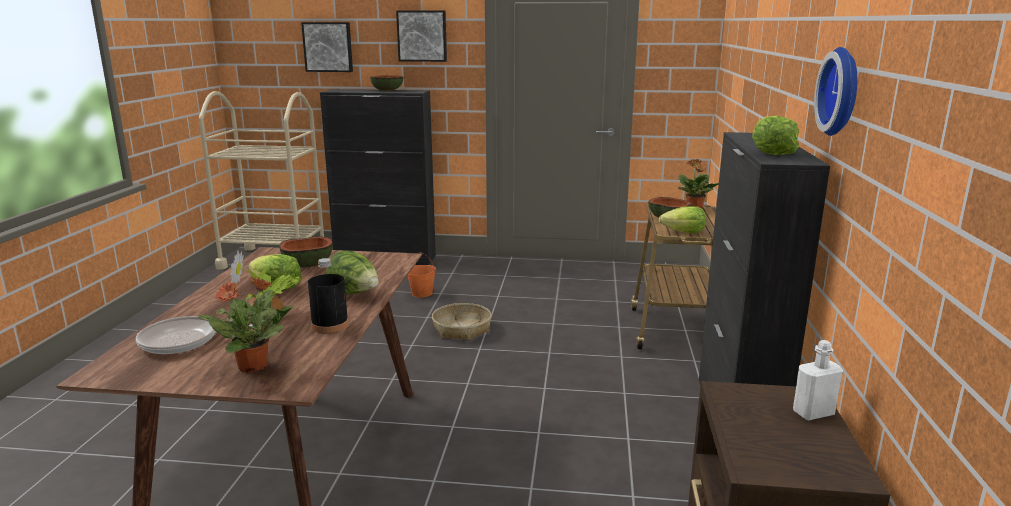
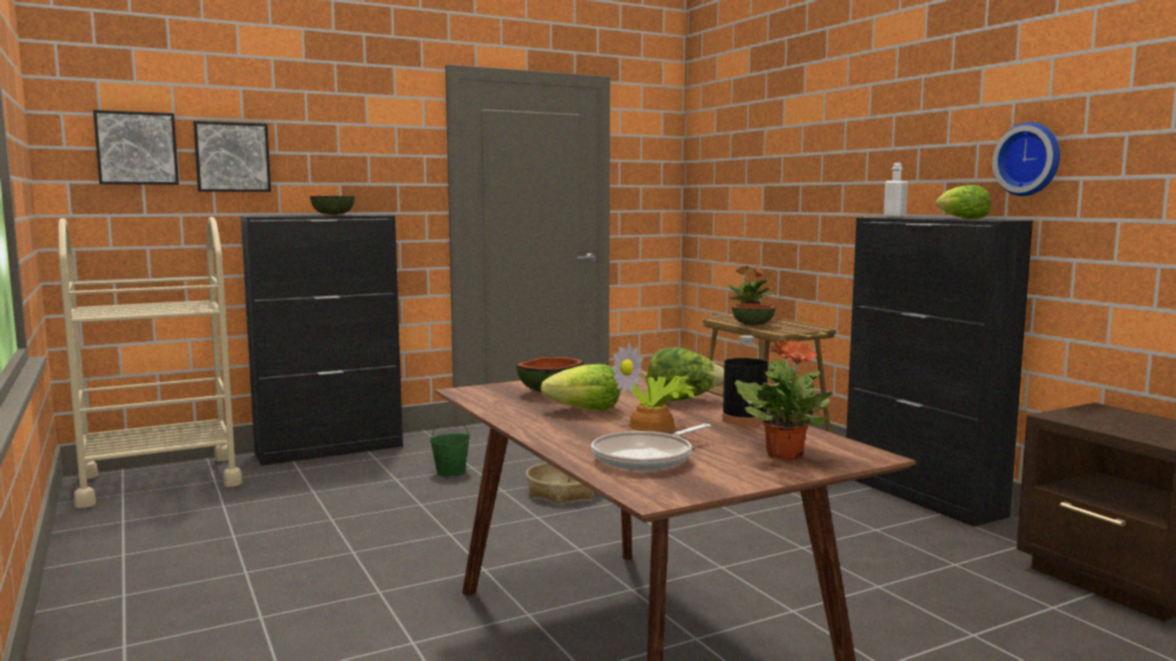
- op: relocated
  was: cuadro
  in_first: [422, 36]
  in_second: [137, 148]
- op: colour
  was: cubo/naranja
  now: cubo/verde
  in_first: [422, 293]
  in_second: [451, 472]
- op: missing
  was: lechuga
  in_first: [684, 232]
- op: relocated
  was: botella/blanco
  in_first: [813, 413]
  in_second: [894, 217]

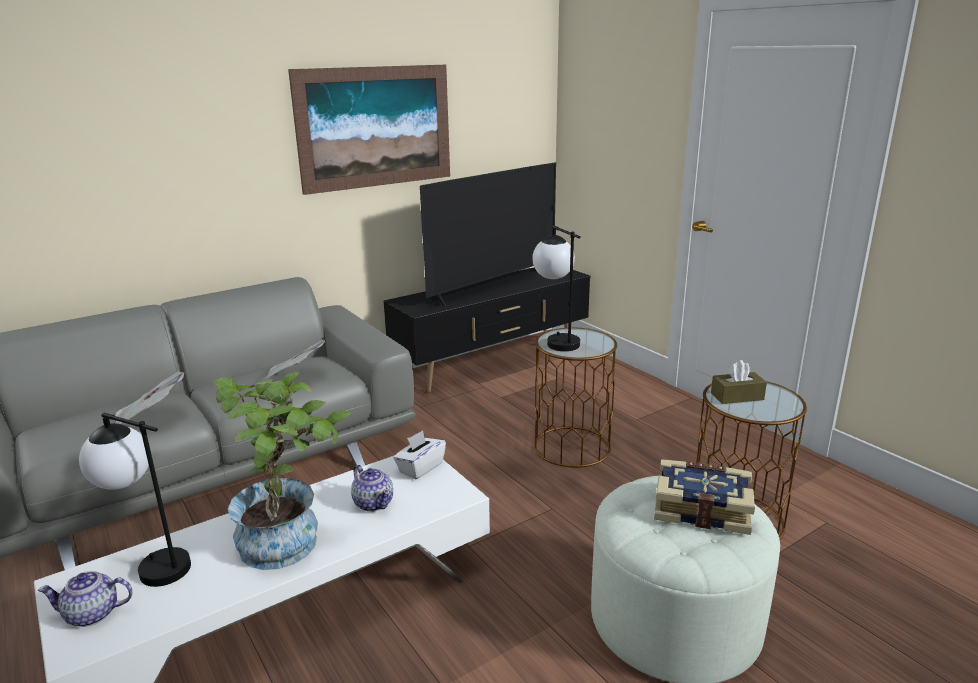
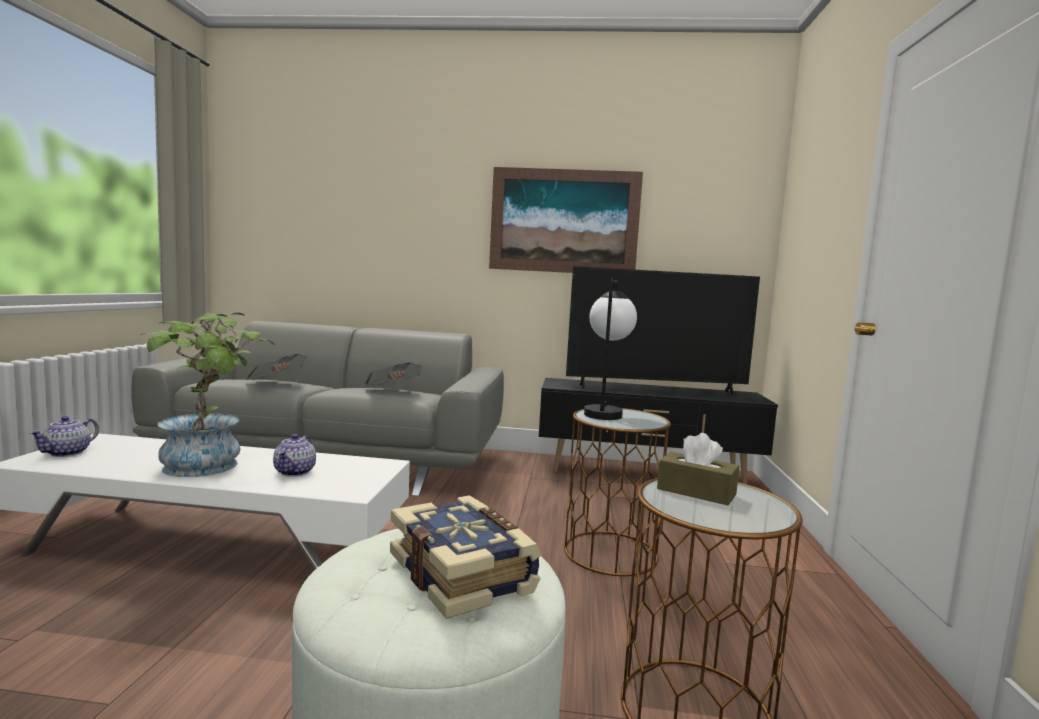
- op: spun
  was: tetera
  in_first: [93, 614]
  in_second: [67, 453]
  clockwise: -105
- op: missing
  was: lámpara de mesa
  in_first: [150, 564]
- op: missing
  was: caja de pañuelos/blanco
  in_first: [420, 468]

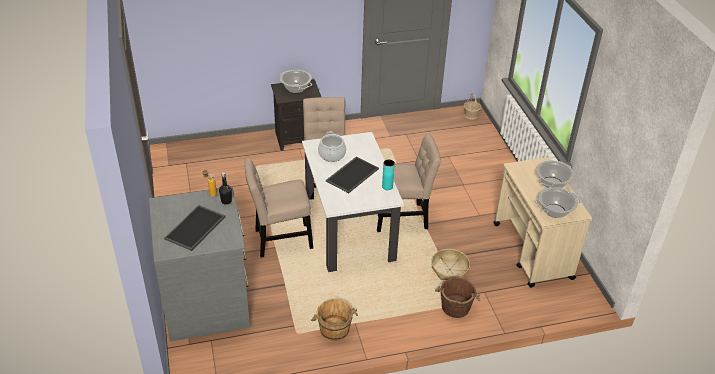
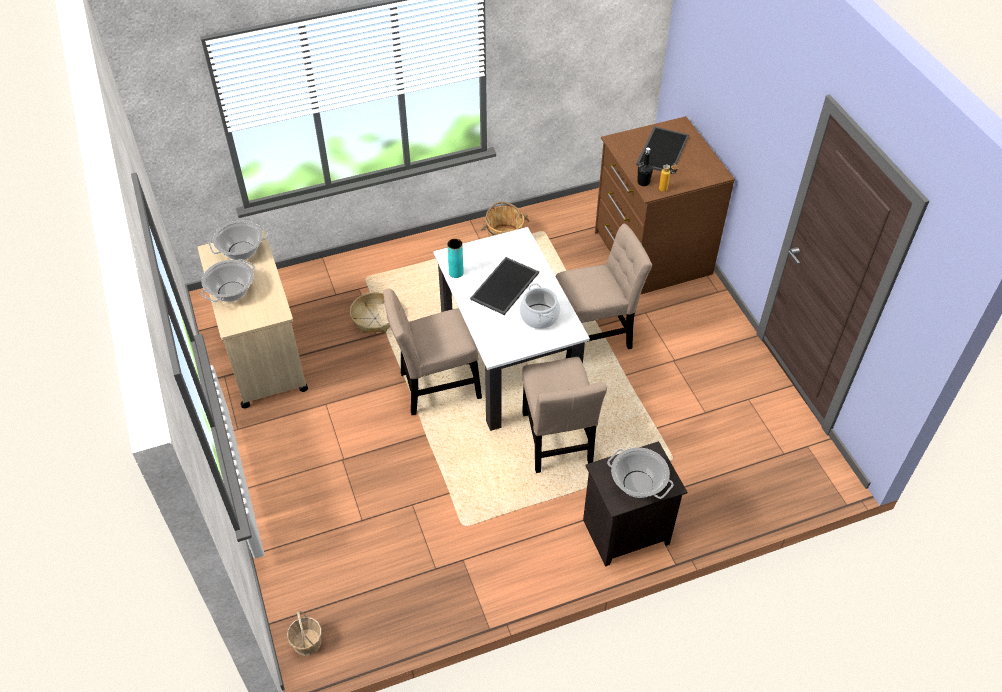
- op: colour
  was: cómoda/gris
  now: cómoda/marrón
  in_first: [207, 302]
  in_second: [650, 253]
- op: missing
  was: cubo/marrón
  in_first: [455, 307]

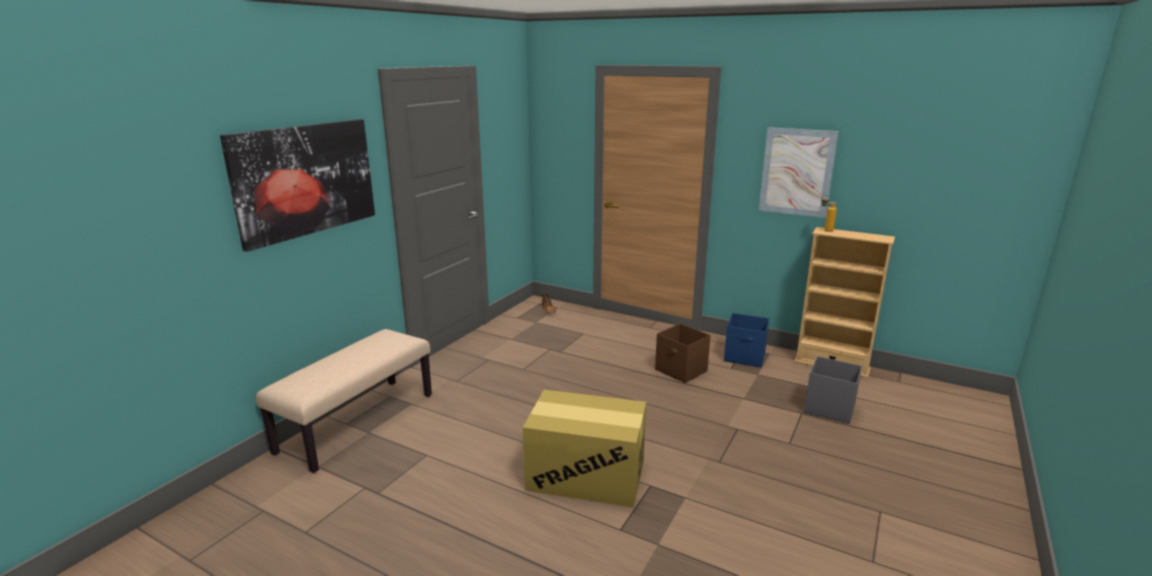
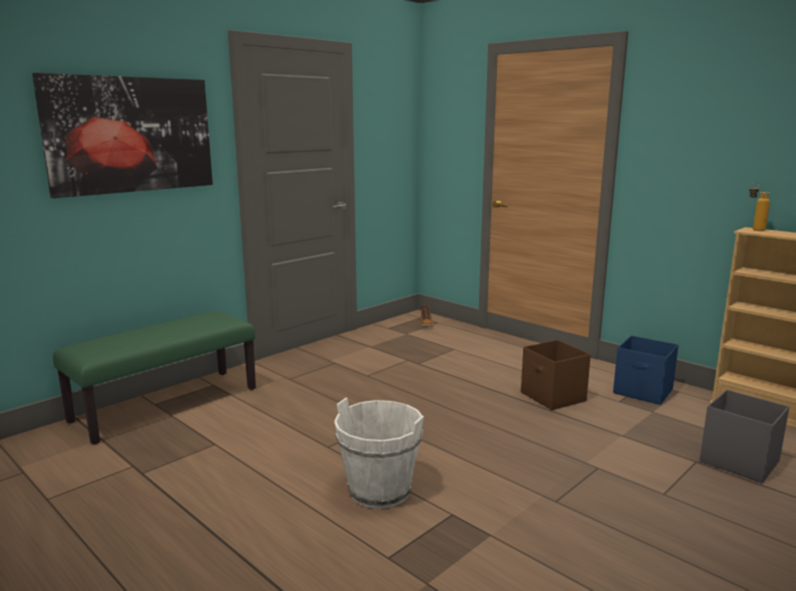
- op: colour
  was: banco/beis
  now: banco/verde
  in_first: [357, 422]
  in_second: [166, 404]
- op: exchanged
  was: caja de cartón
  now: cubo/blanco
  in_first: [586, 475]
  in_second: [379, 491]
- op: missing
  was: cuadro
  in_first: [796, 172]

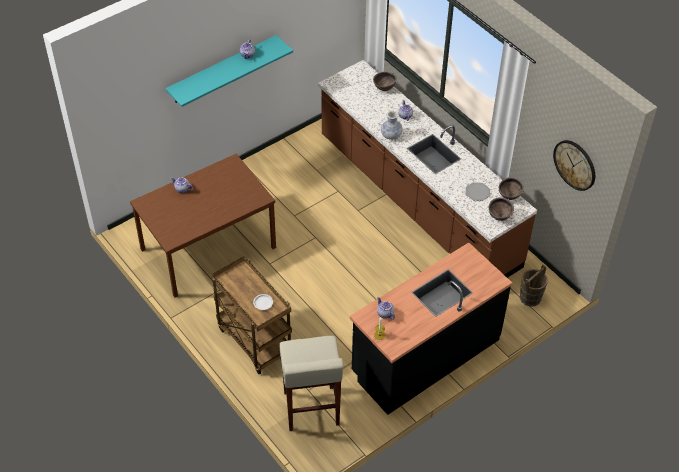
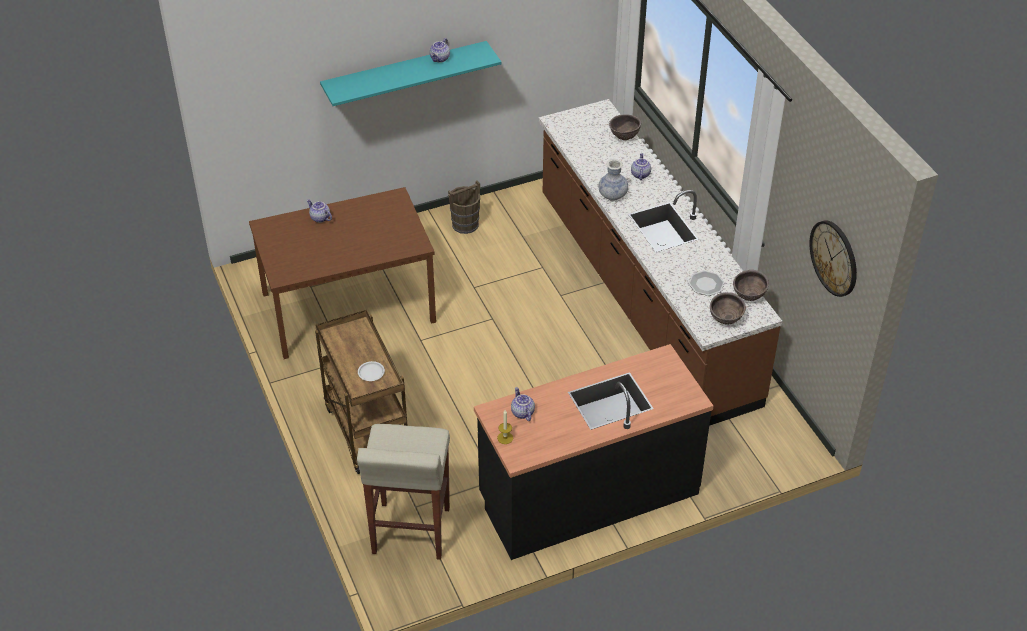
- op: relocated
  was: cubo/marrón
  in_first: [530, 297]
  in_second: [465, 224]

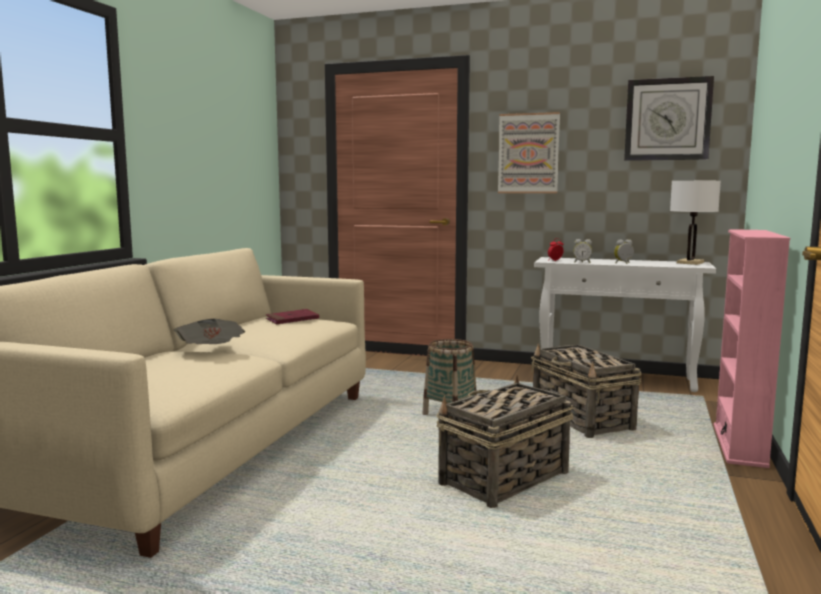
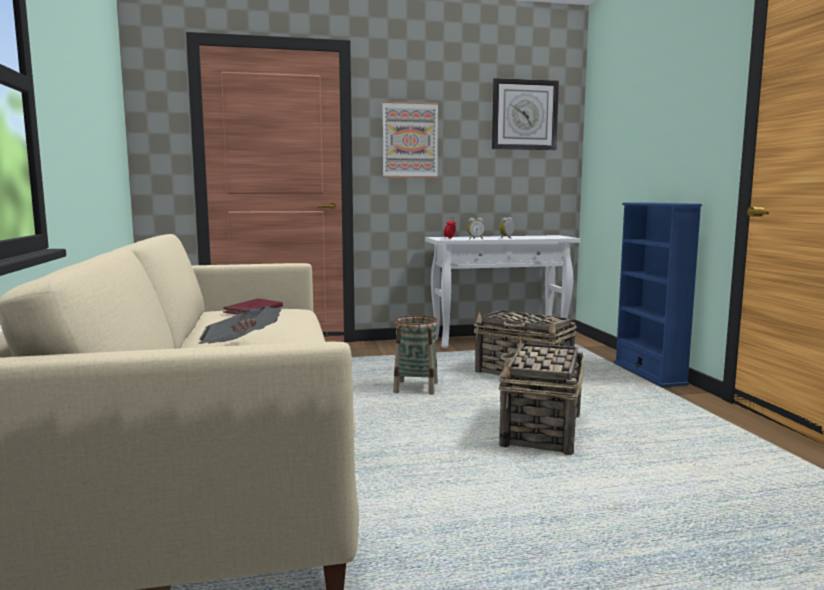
- op: missing
  was: lámpara de mesa/blanco
  in_first: [690, 263]
- op: colour
  was: estantería/rosa
  now: estantería/azul
  in_first: [739, 445]
  in_second: [649, 373]

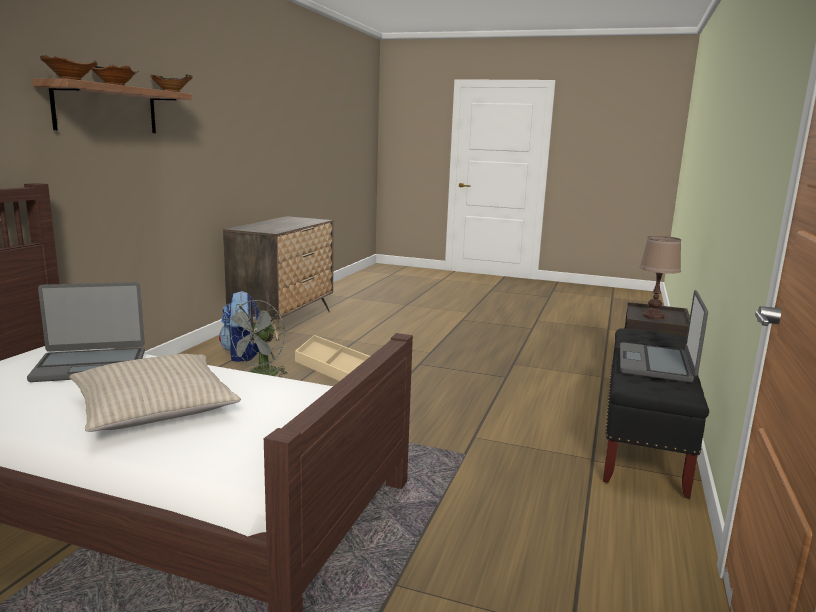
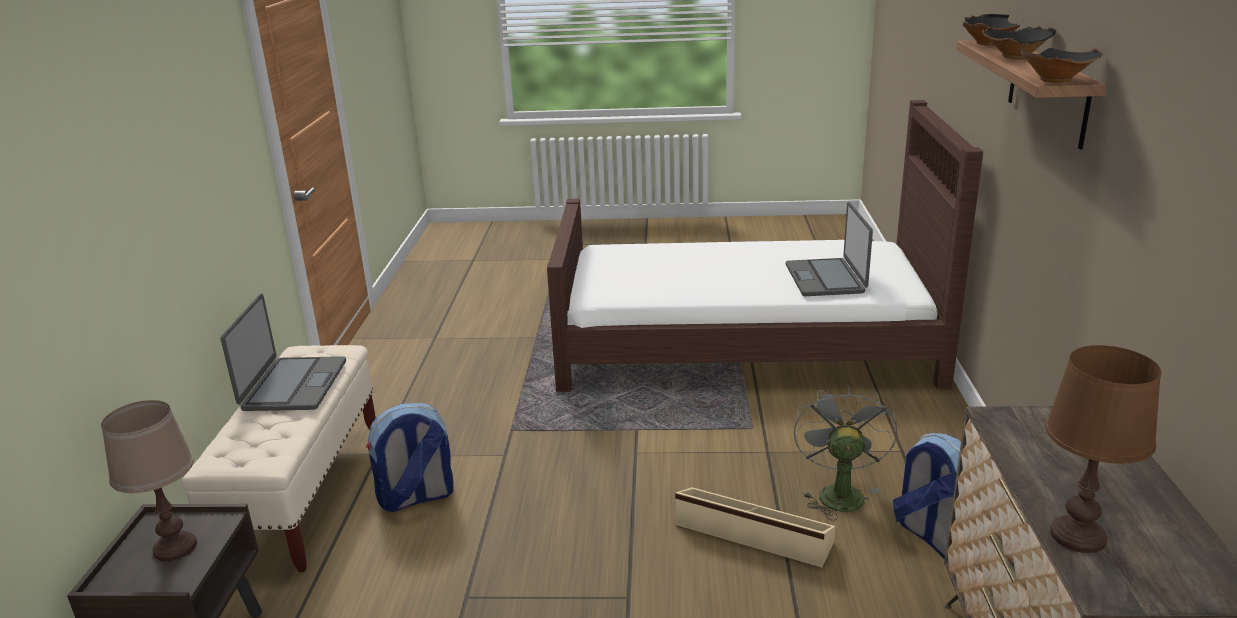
- op: spun
  was: portátil
  in_first: [90, 365]
  in_second: [826, 279]
  clockwise: -60
- op: missing
  was: cojín/beis
  in_first: [155, 407]
- op: colour
  was: banco/negro
  now: banco/beis
  in_first: [643, 442]
  in_second: [304, 493]
- op: appeared
  now: mochila
  in_second: [416, 498]
- op: appeared
  now: lámpara de mesa/marrón
  in_second: [1077, 536]

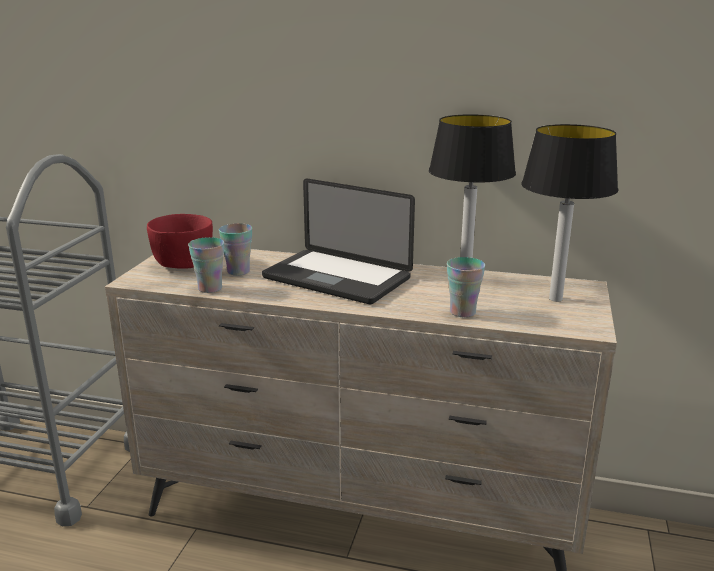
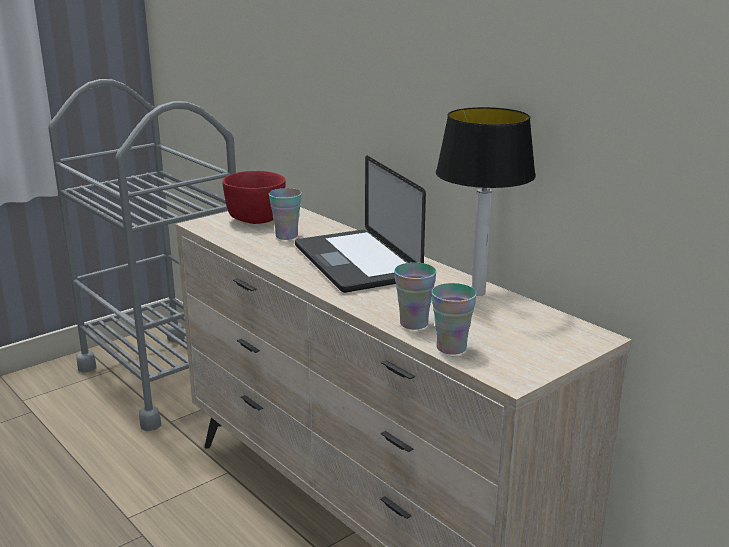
- op: relocated
  was: taza
  in_first: [210, 288]
  in_second: [451, 348]
- op: missing
  was: lámpara de mesa
  in_first: [554, 299]

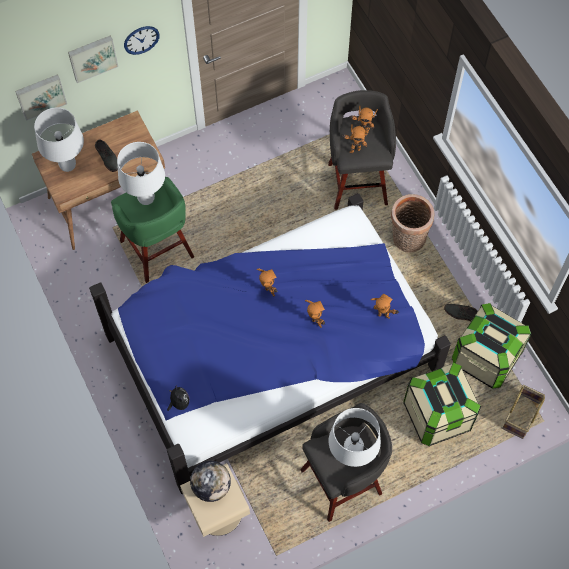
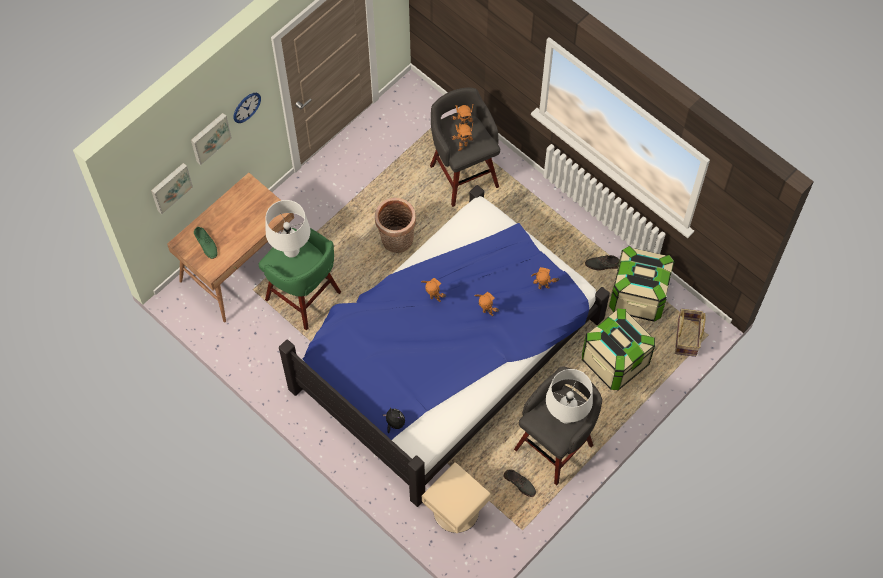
- op: exchanged
  was: lámpara de mesa/blanco
  now: zapato/verde
  in_first: [68, 165]
  in_second: [206, 244]
- op: relocated
  was: zapato/gris
  in_first: [107, 157]
  in_second: [520, 483]
- op: missing
  was: globo terráqueo
  in_first: [211, 486]
- op: relocated
  was: cesta
  in_first: [407, 240]
  in_second: [396, 241]

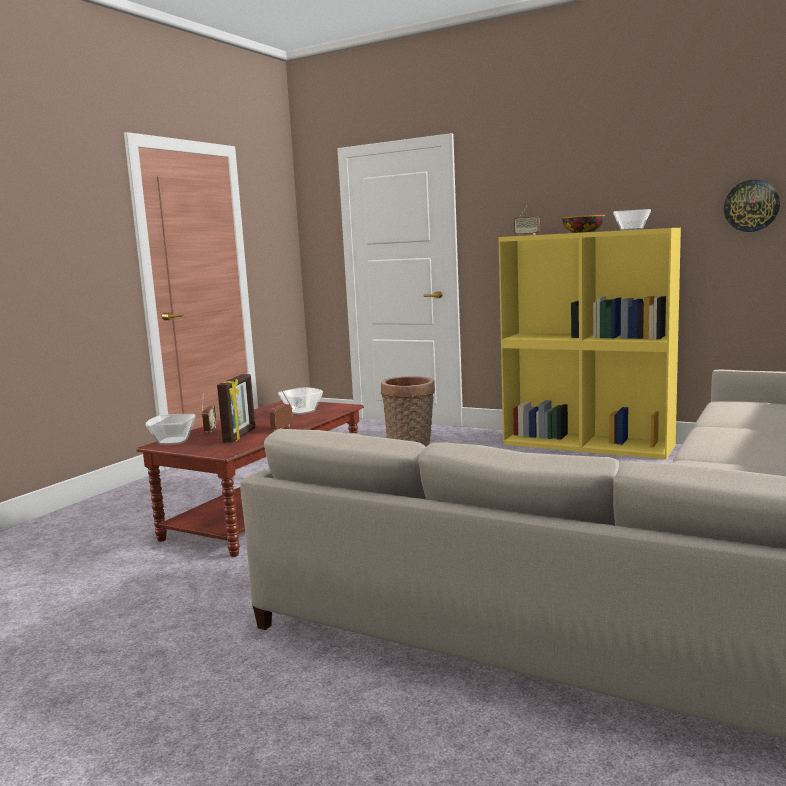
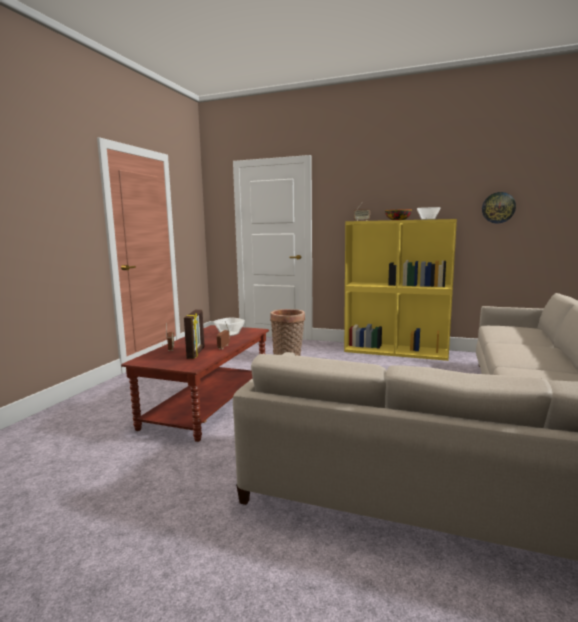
- op: missing
  was: cuenco
  in_first: [172, 441]

